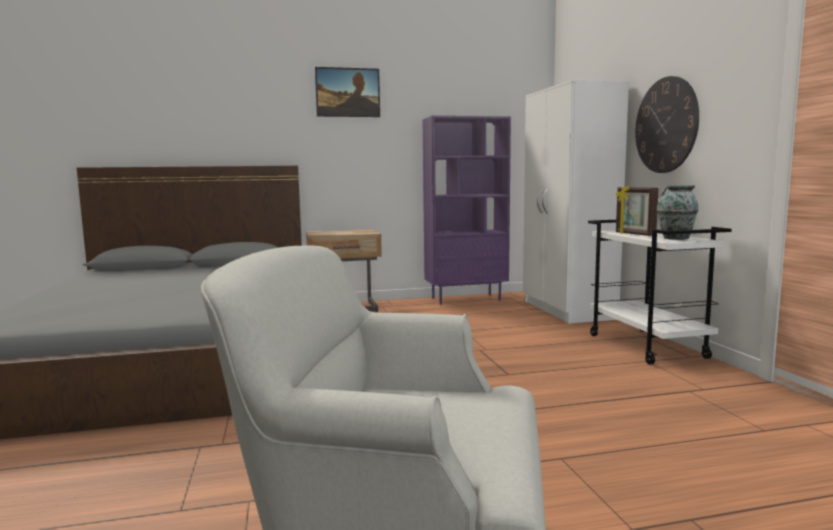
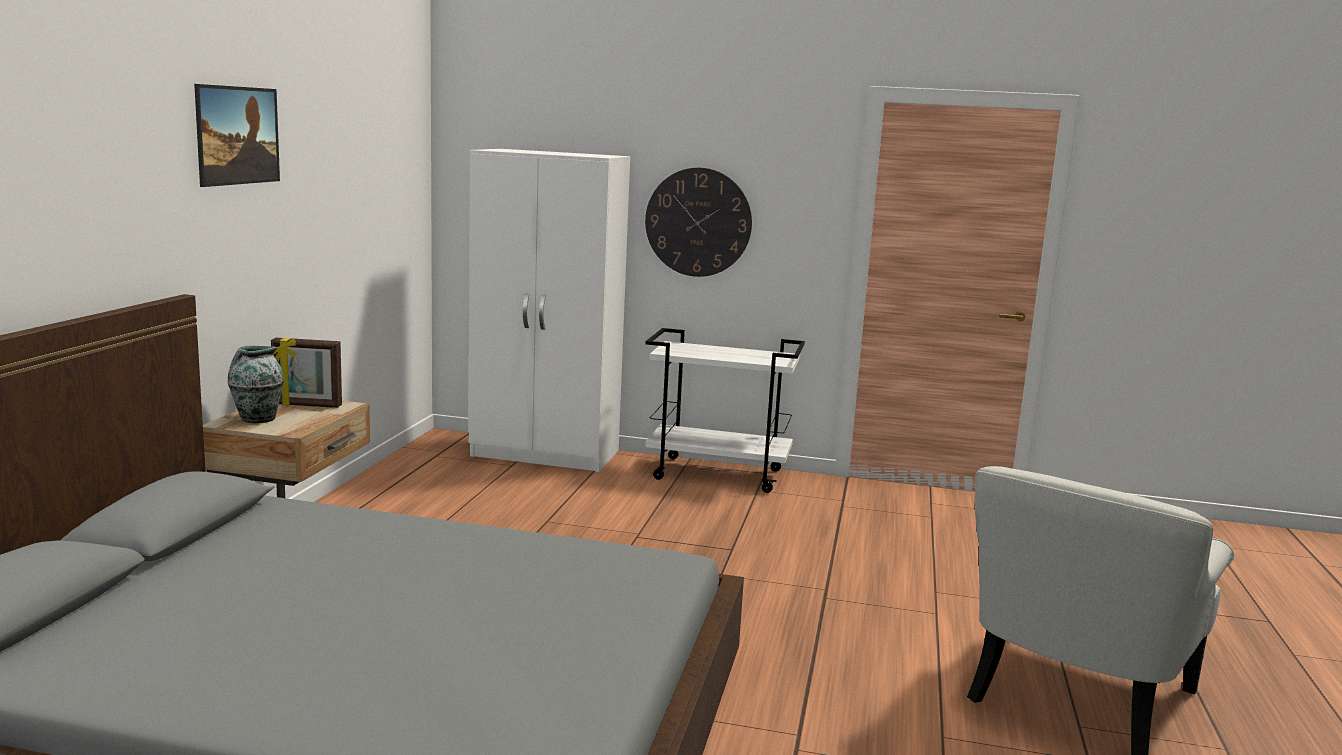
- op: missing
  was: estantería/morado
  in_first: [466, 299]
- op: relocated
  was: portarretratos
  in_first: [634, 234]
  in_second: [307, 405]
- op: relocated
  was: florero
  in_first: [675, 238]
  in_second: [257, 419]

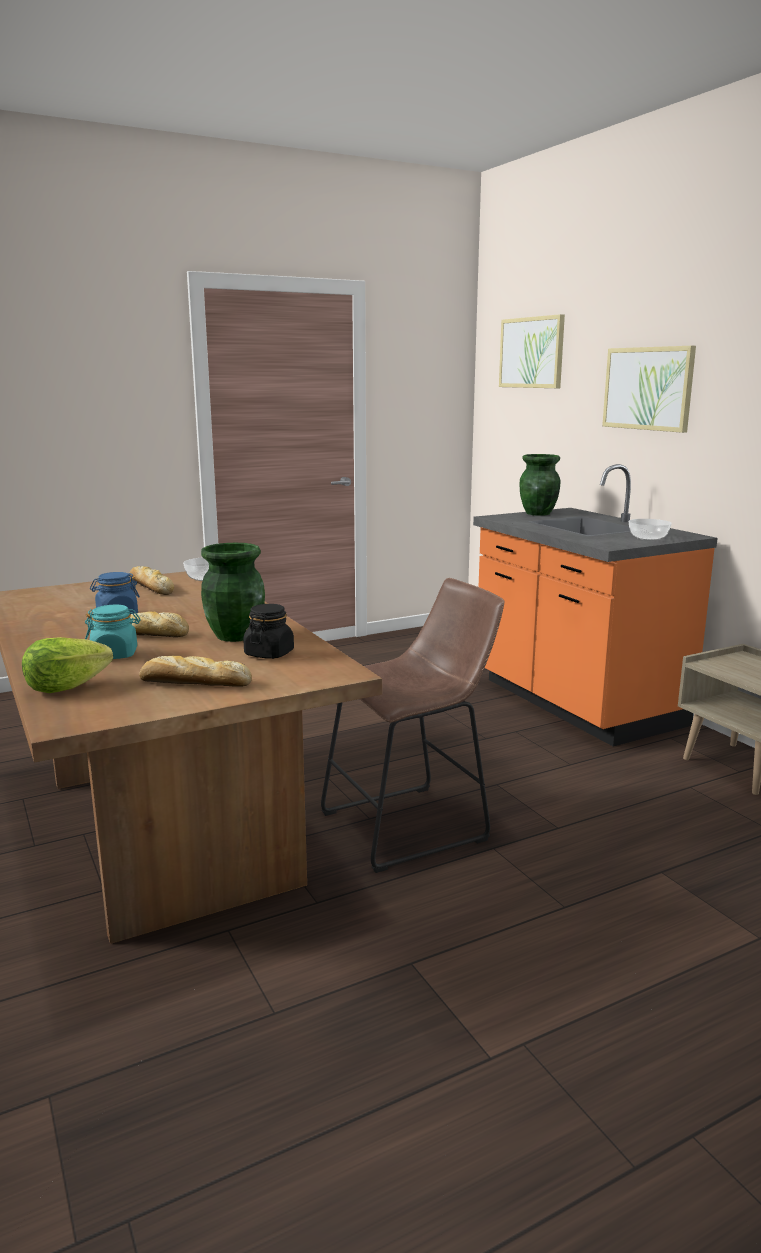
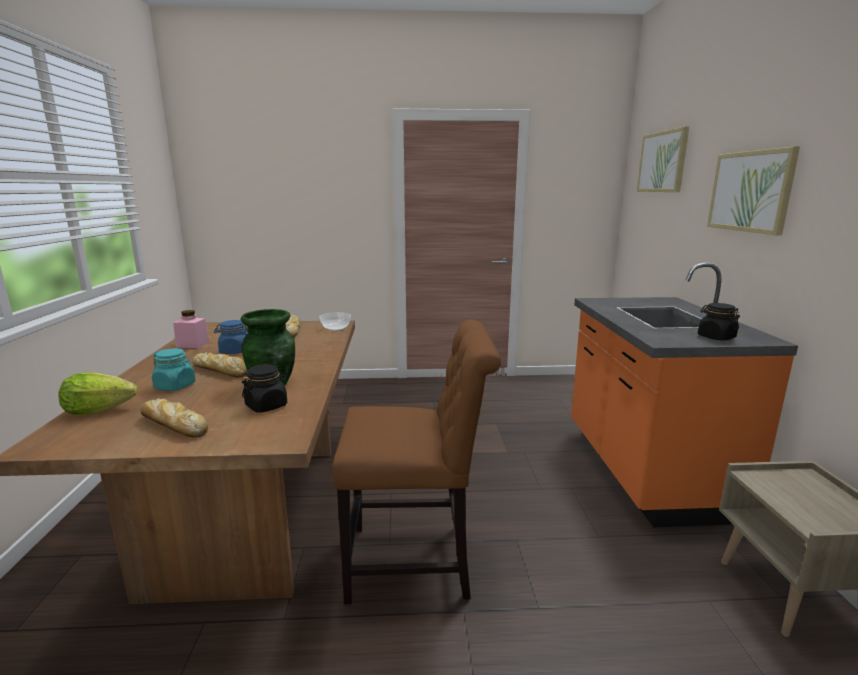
- op: exchanged
  was: taburete/marrón
  now: silla/marrón
  in_first: [413, 825]
  in_second: [416, 562]
- op: missing
  was: florero/verde
  in_first: [538, 513]
- op: exchanged
  was: cuenco
  now: tarro/negro
  in_first: [649, 538]
  in_second: [715, 337]
- op: appeared
  now: tarro/rosa
  in_second: [192, 344]

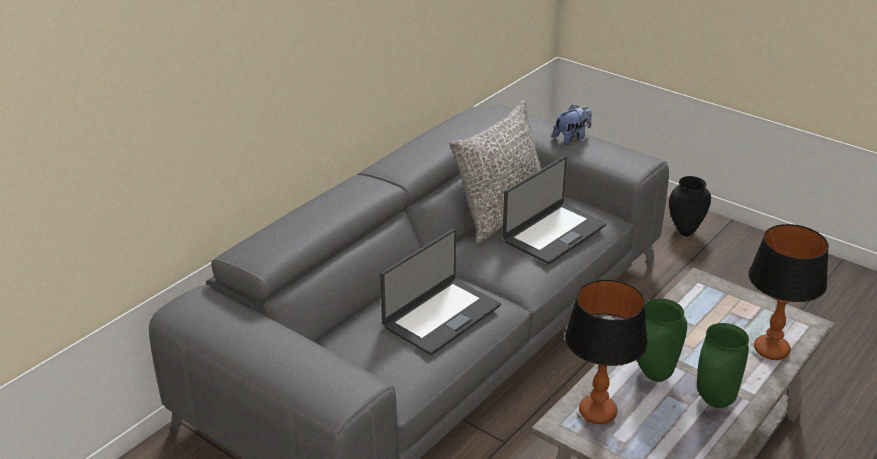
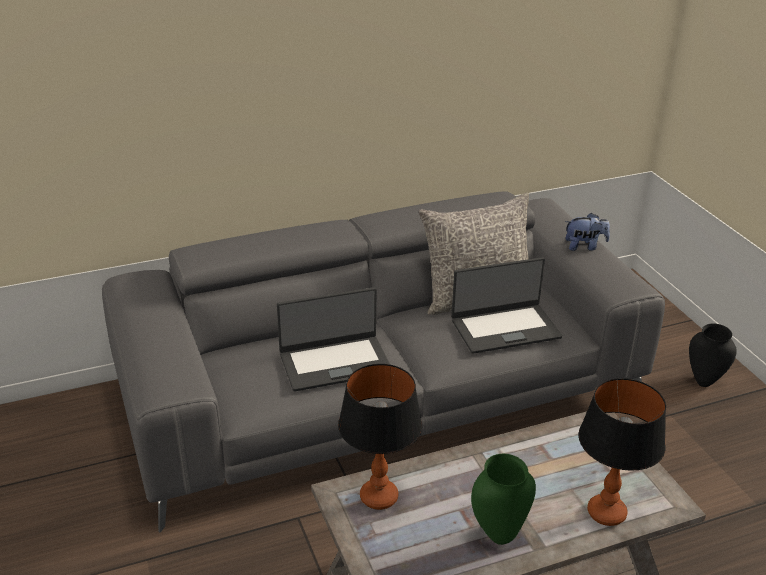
- op: missing
  was: florero/verde
  in_first: [655, 375]

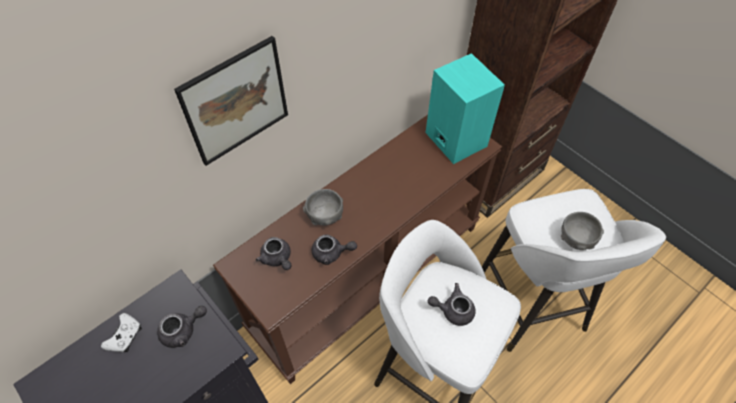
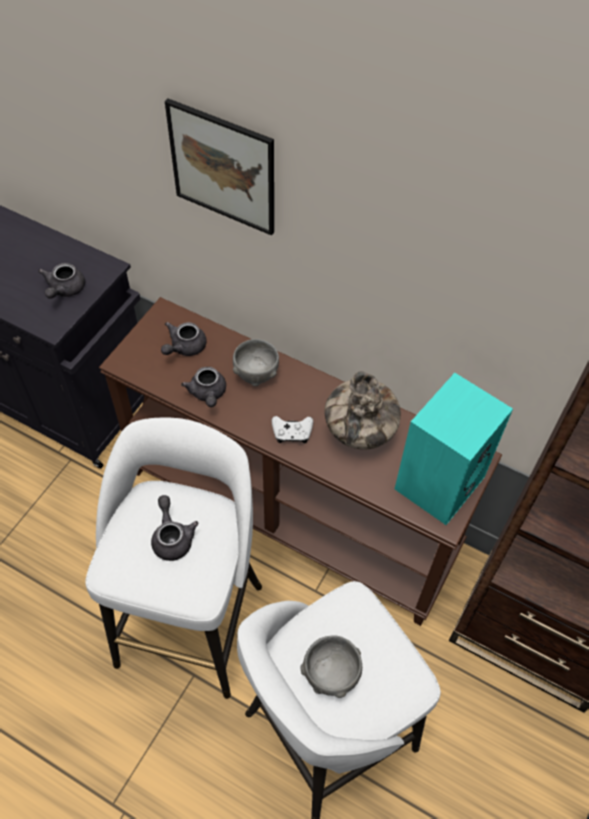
- op: relocated
  was: mando de consola/blanco
  in_first: [125, 336]
  in_second: [292, 433]
- op: spun
  was: tetera/gris
  in_first: [183, 330]
  in_second: [64, 290]
  clockwise: 60
- op: appeared
  now: florero
  in_second: [359, 432]

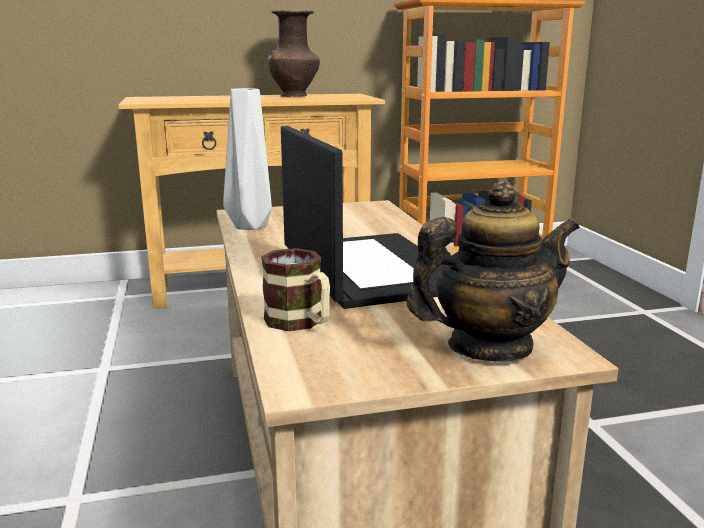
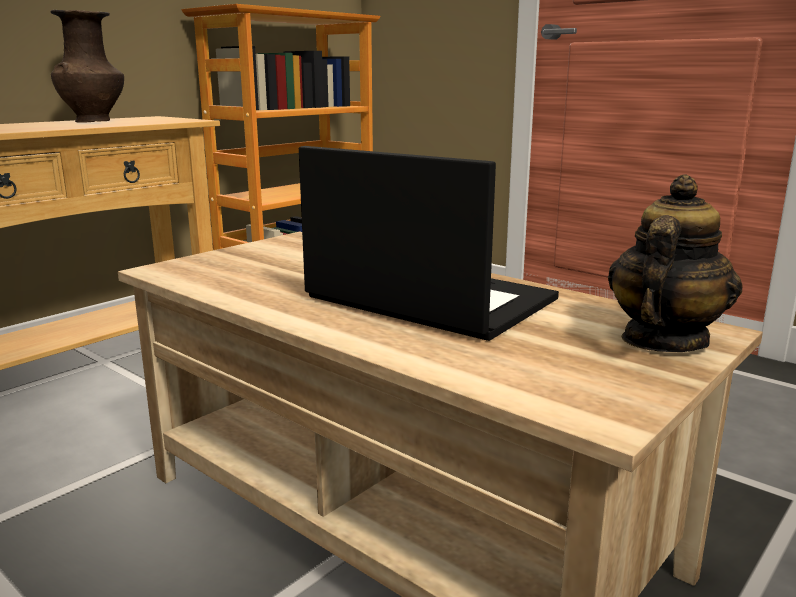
- op: missing
  was: florero/gris
  in_first: [250, 226]
- op: missing
  was: taza grande
  in_first: [300, 323]

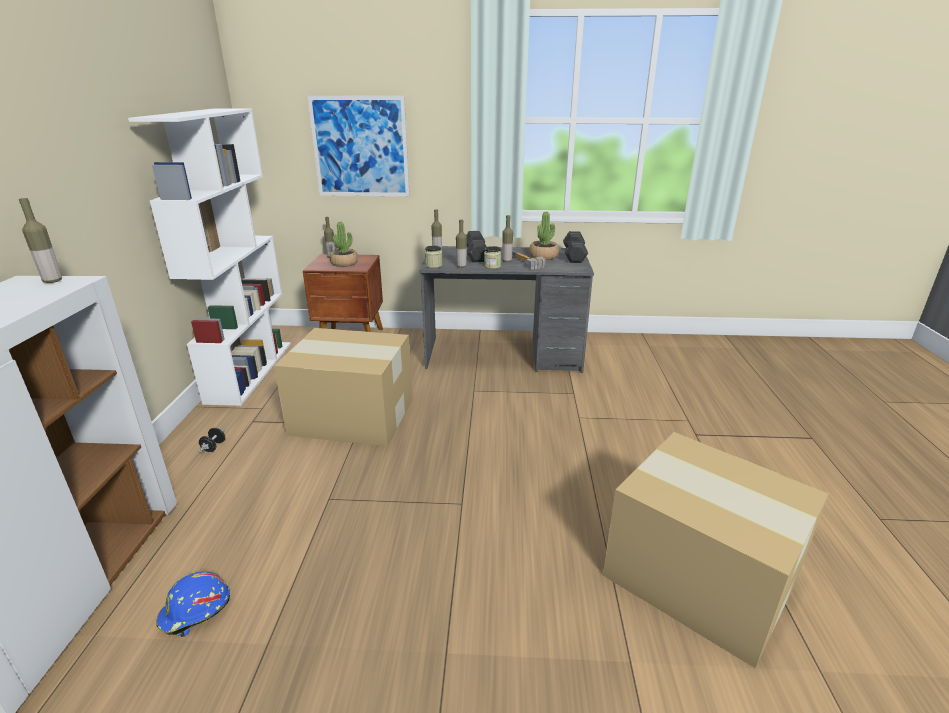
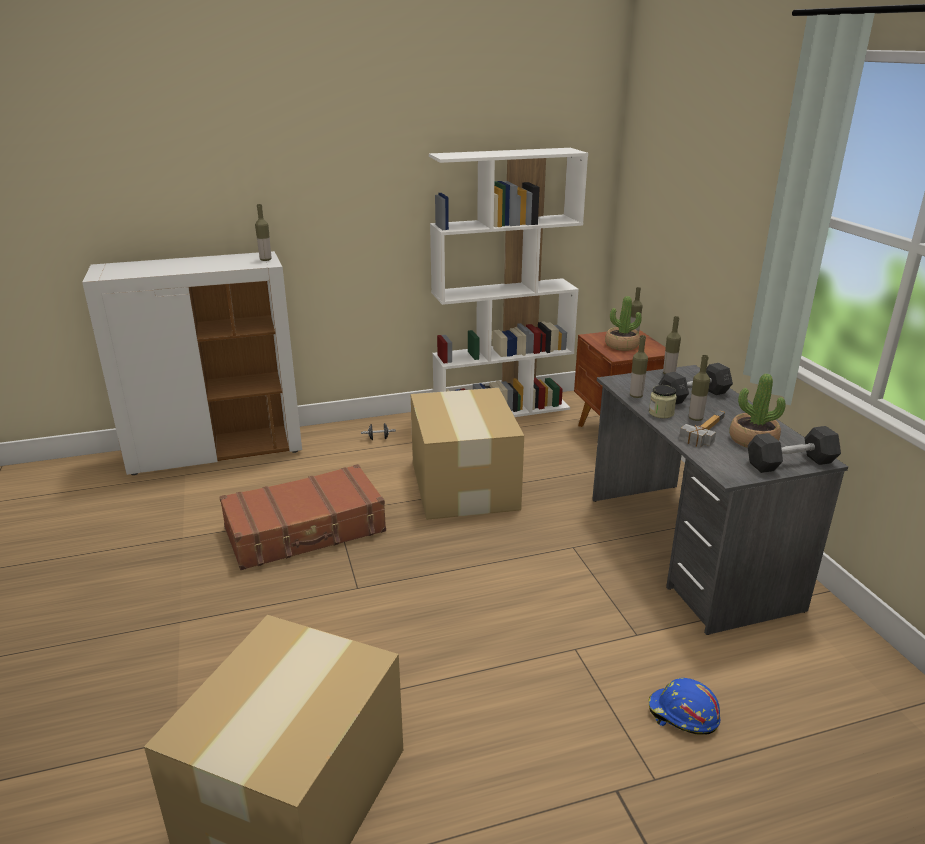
- op: relocated
  was: casco/azul
  in_first: [195, 611]
  in_second: [682, 715]
- op: missing
  was: cuadro
  in_first: [360, 147]
- op: missing
  was: tarro
  in_first: [433, 265]
- op: appeared
  now: maleta/marrón
  in_second: [306, 531]

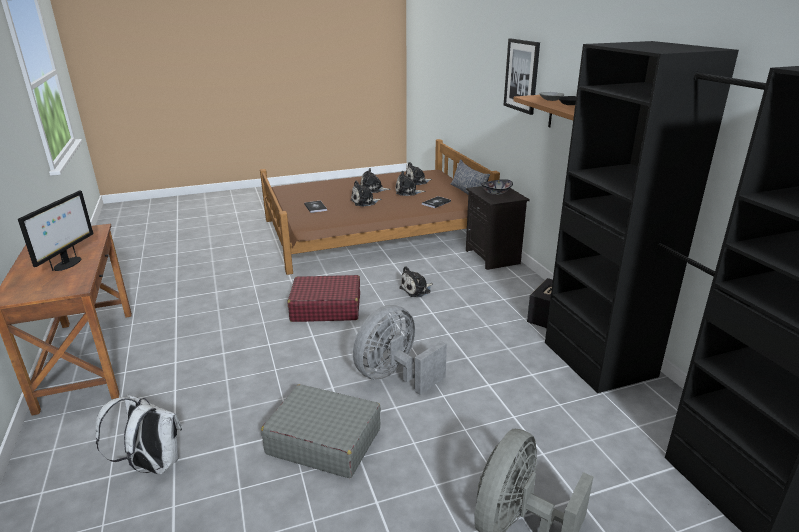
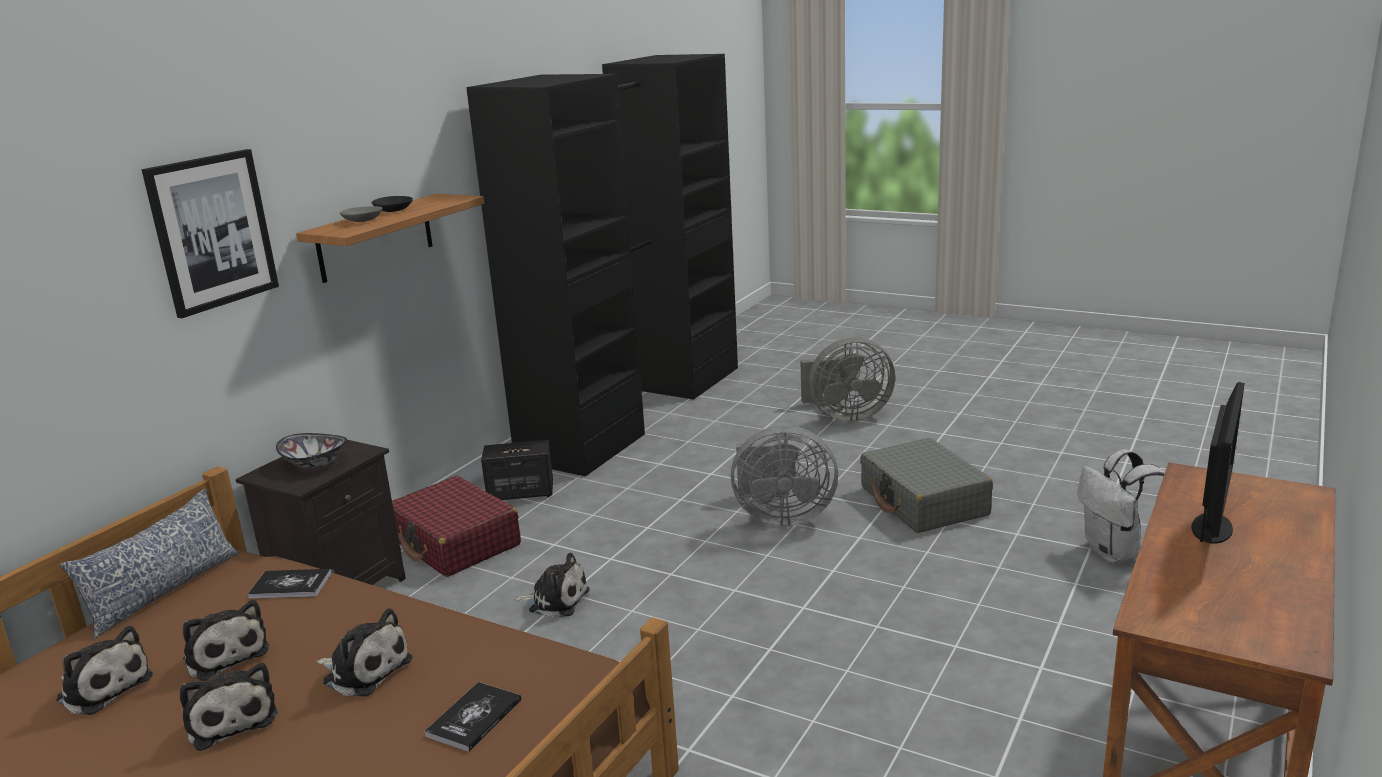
- op: spun
  was: monitor
  in_first: [67, 264]
  in_second: [1212, 529]
  clockwise: 150
- op: relocated
  was: maleta/rojo
  in_first: [326, 308]
  in_second: [455, 542]

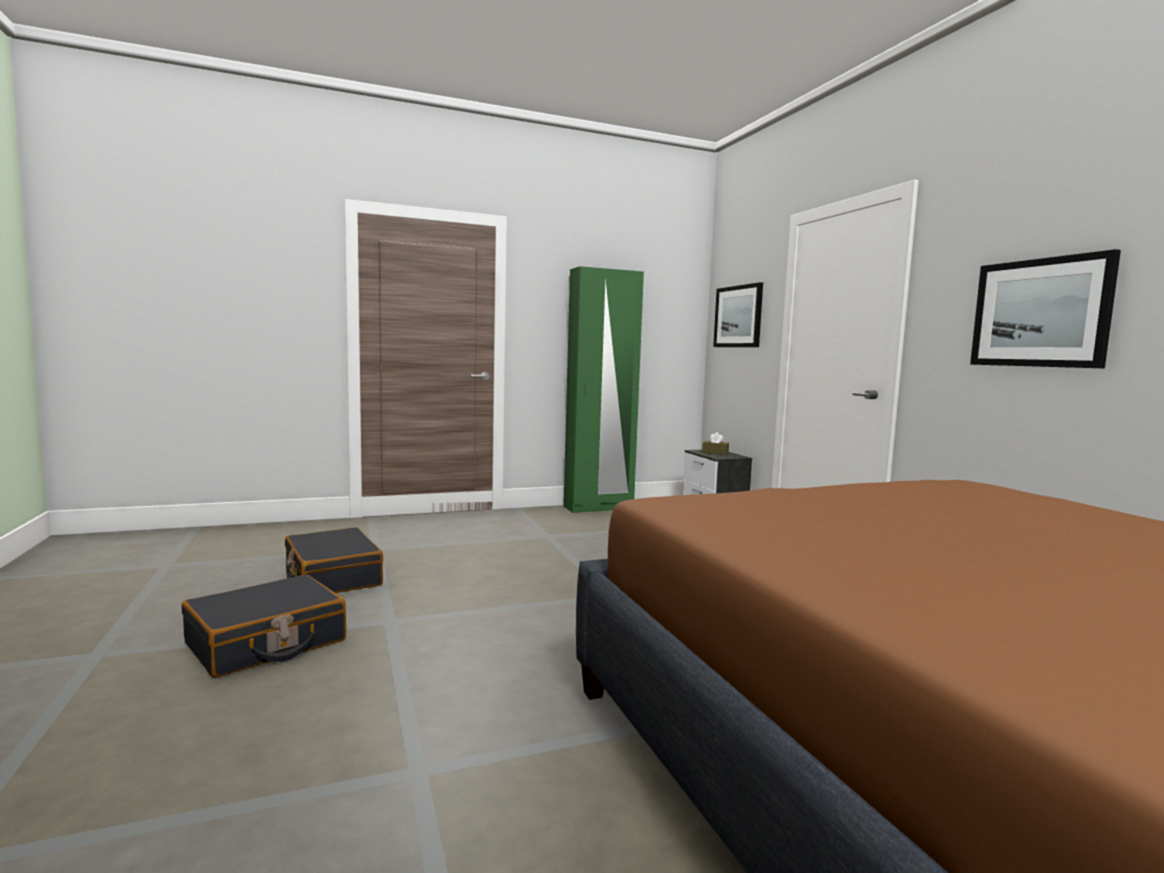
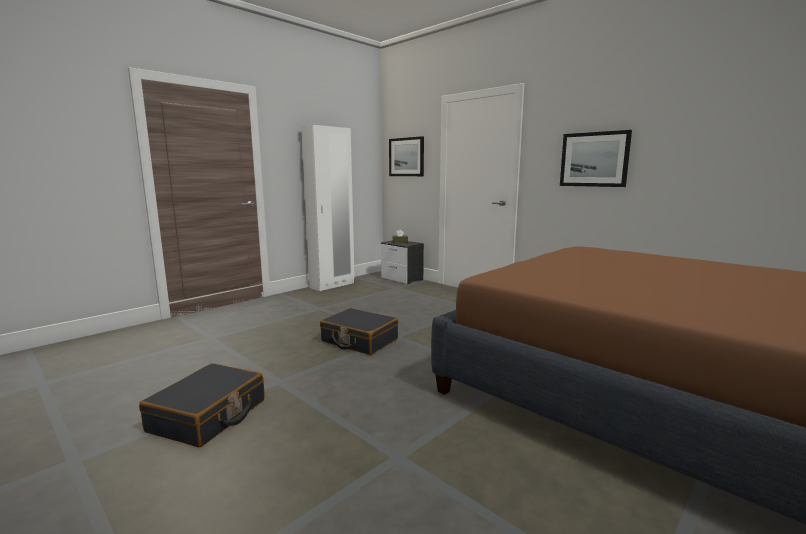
- op: relocated
  was: maleta/negro
  in_first: [332, 577]
  in_second: [359, 340]
- op: colour
  was: armario ropero/verde
  now: armario ropero/blanco
  in_first: [598, 508]
  in_second: [332, 285]

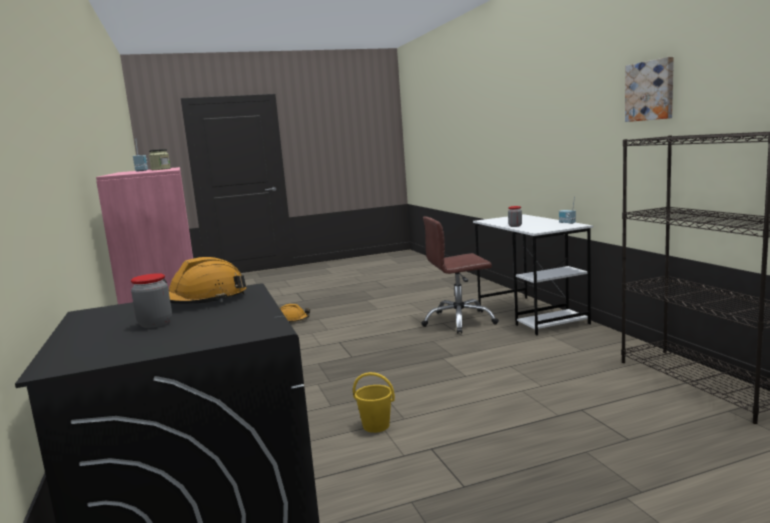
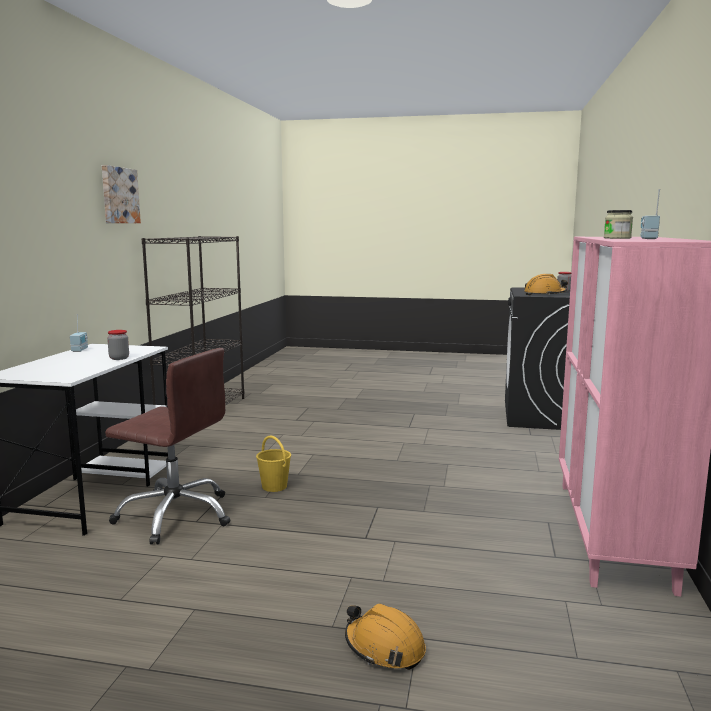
- op: relocated
  was: cubo/amarillo
  in_first: [375, 426]
  in_second: [274, 487]

